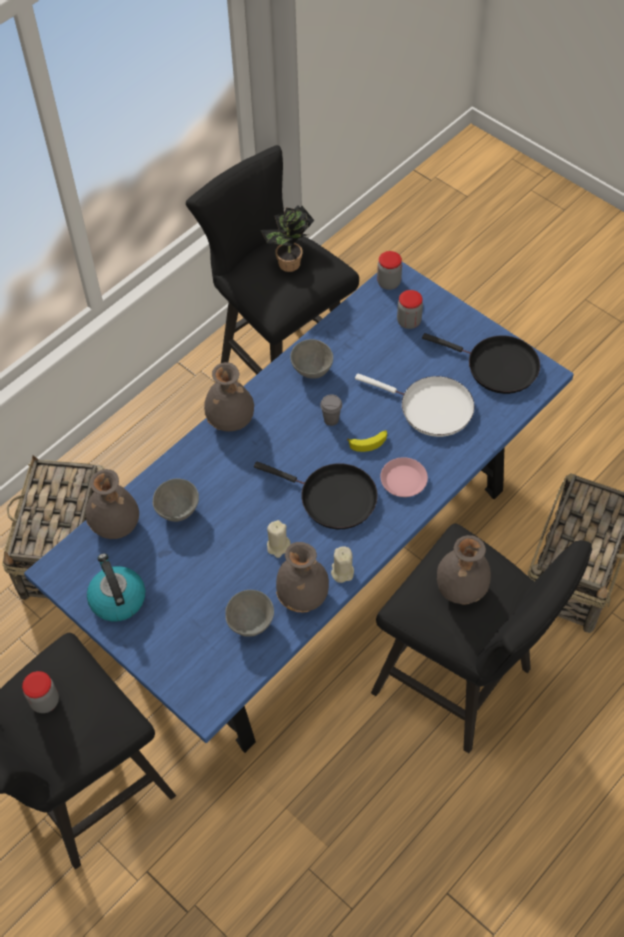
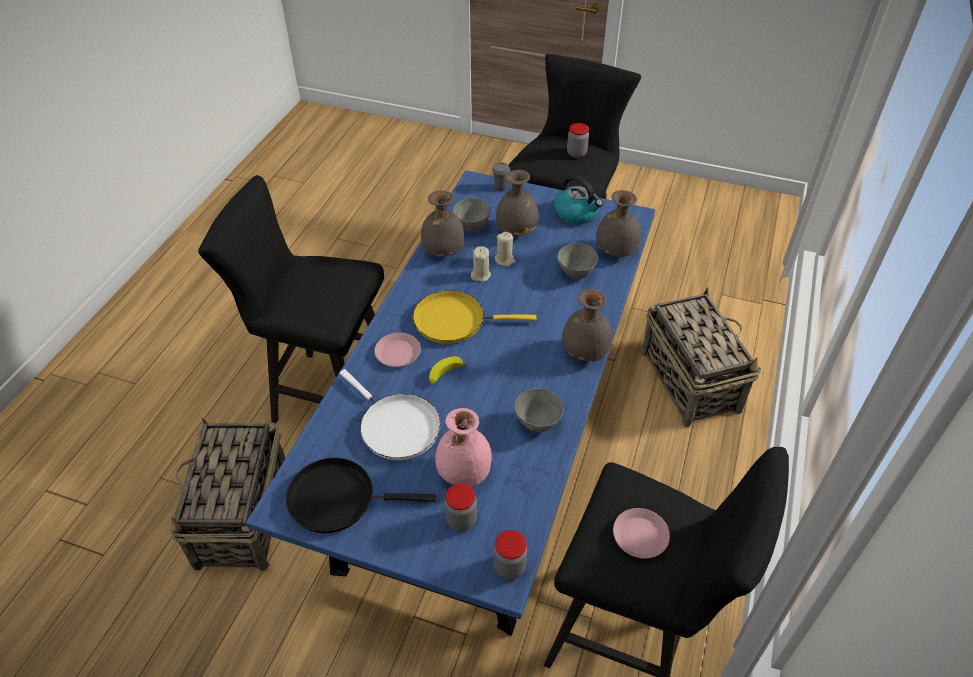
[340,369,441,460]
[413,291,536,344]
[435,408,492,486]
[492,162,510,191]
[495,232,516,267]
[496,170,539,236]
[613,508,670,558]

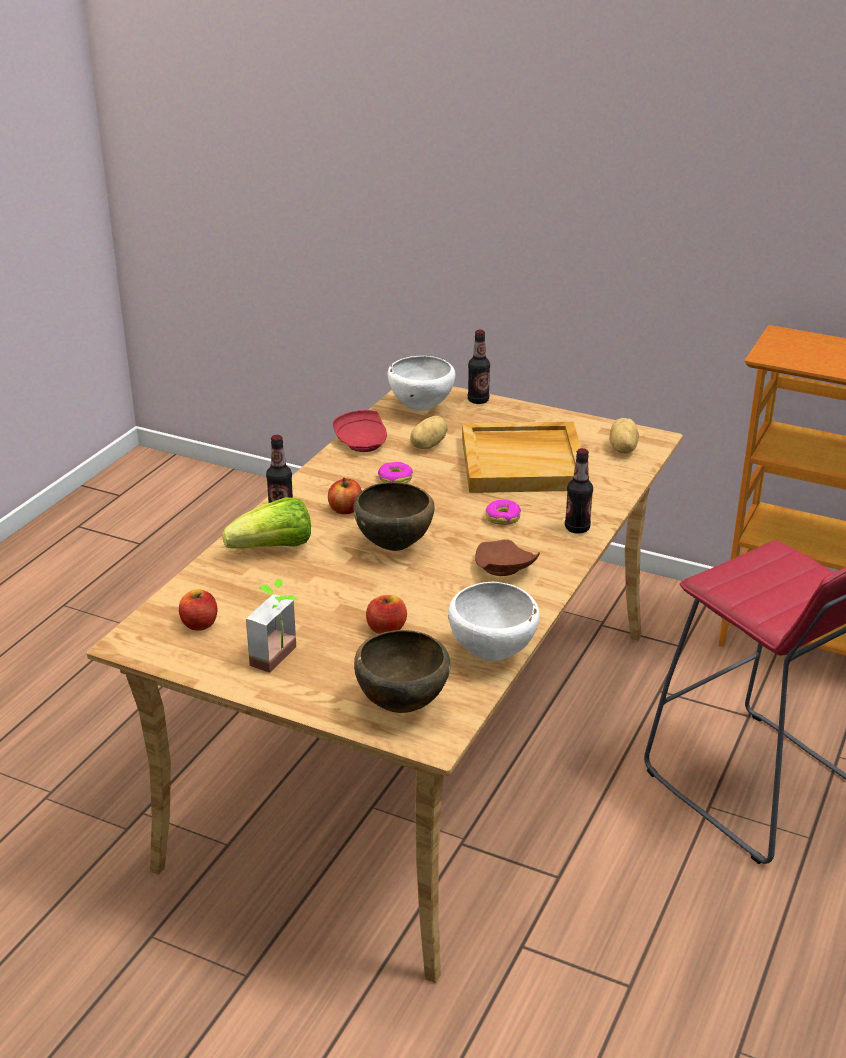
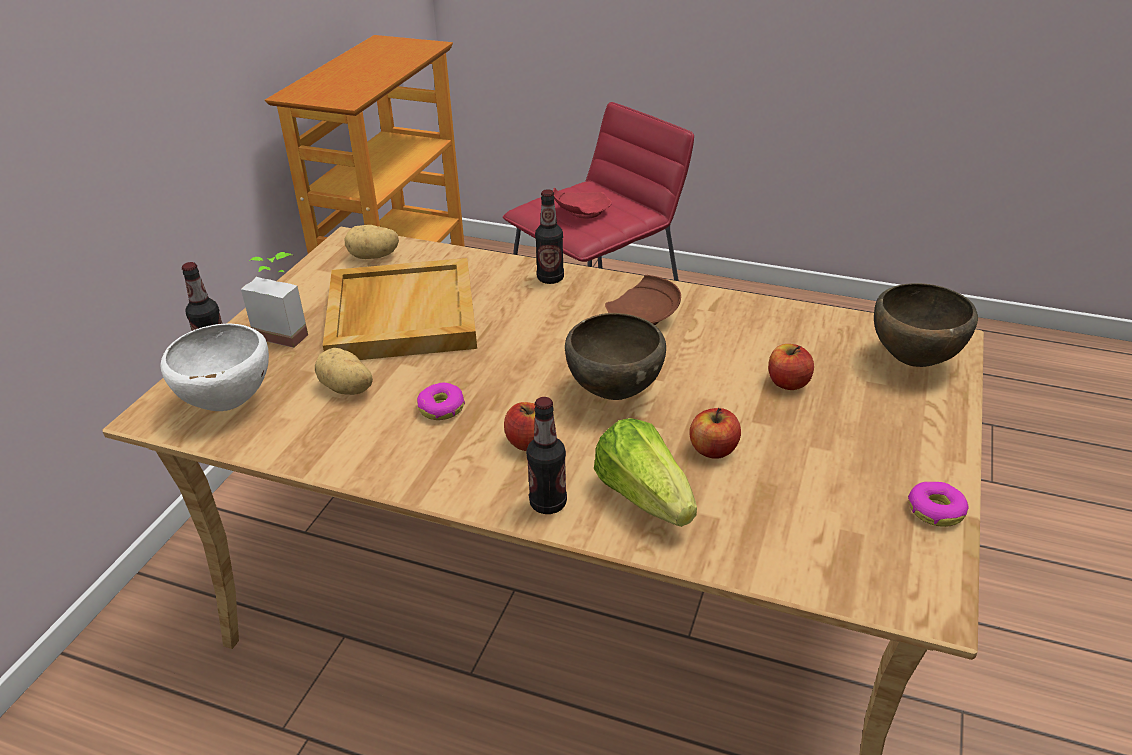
[241,252,308,348]
[553,188,612,219]
[689,408,741,458]
[908,482,969,527]
[448,582,539,661] (first image)

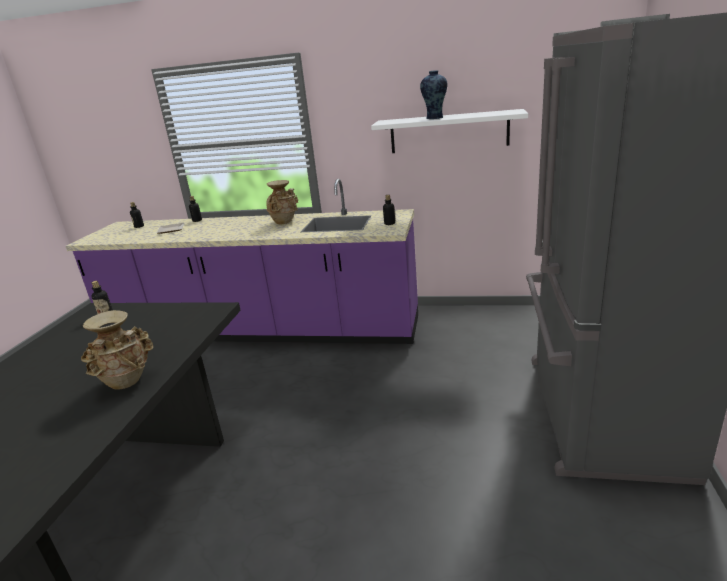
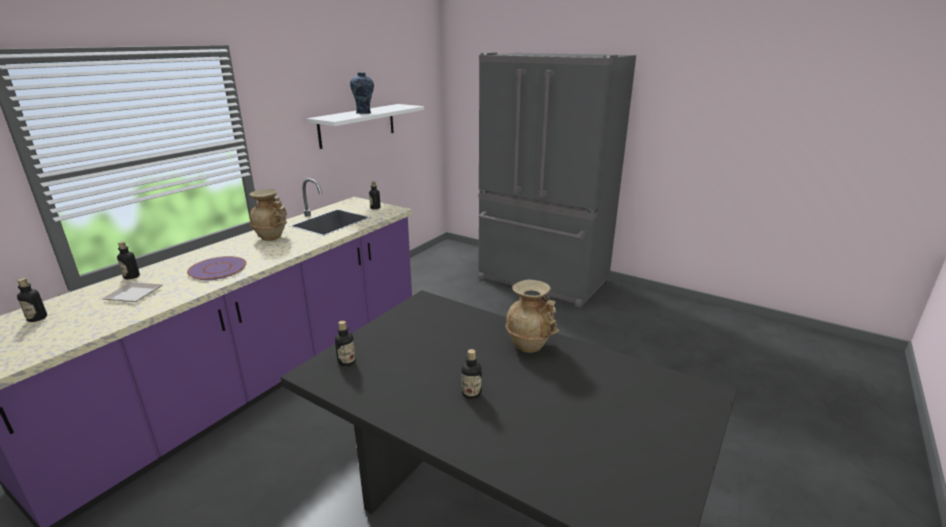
[187,256,246,280]
[462,349,482,399]

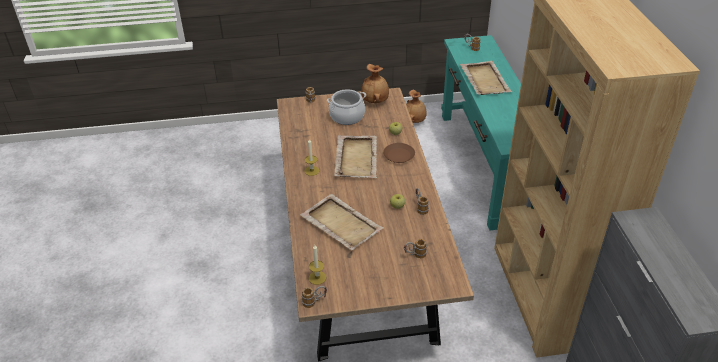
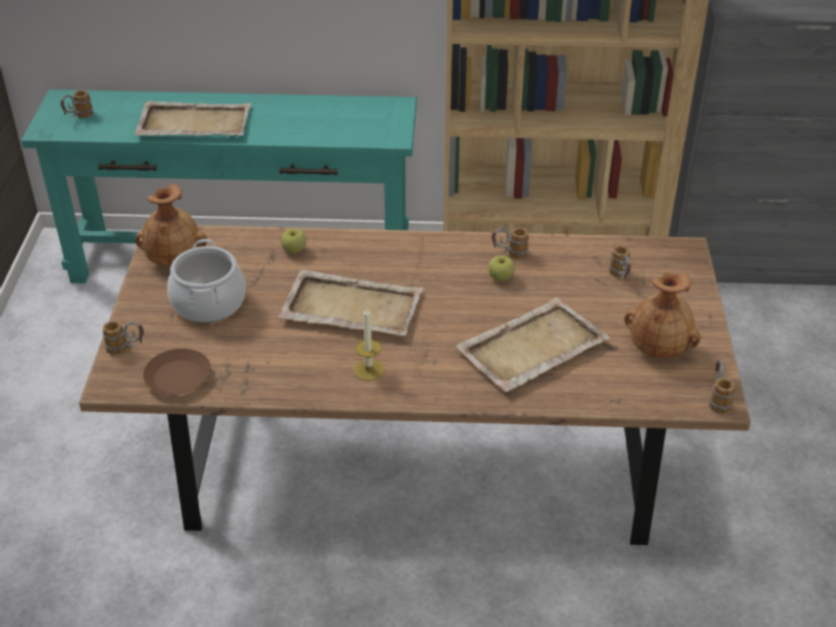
[143,348,211,395]
[624,272,701,358]
[309,245,326,285] (first image)

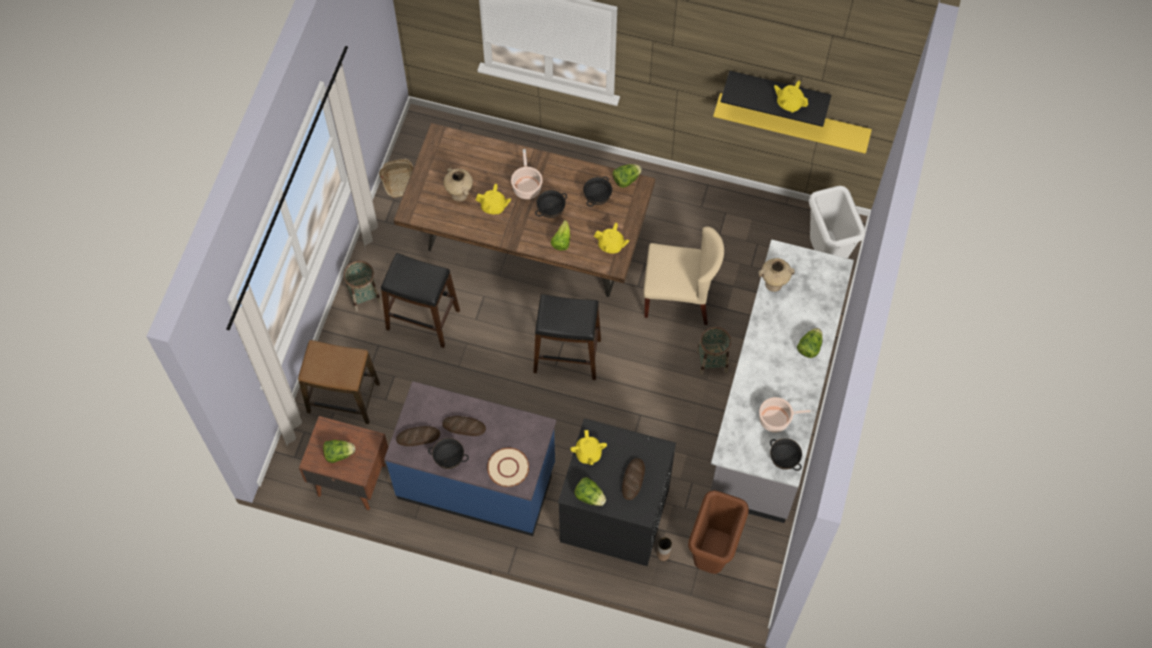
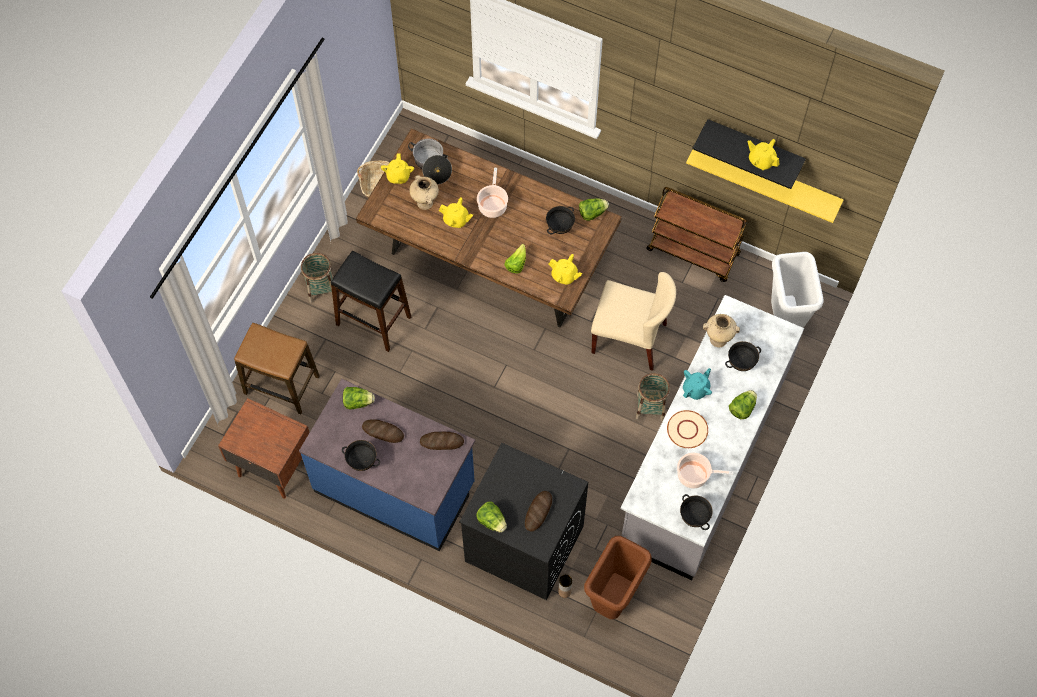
[343,387,375,409]
[381,153,414,184]
[408,138,452,184]
[420,432,464,450]
[646,187,748,282]
[667,410,708,448]
[683,368,712,400]
[725,341,761,371]
[533,294,601,380] (first image)

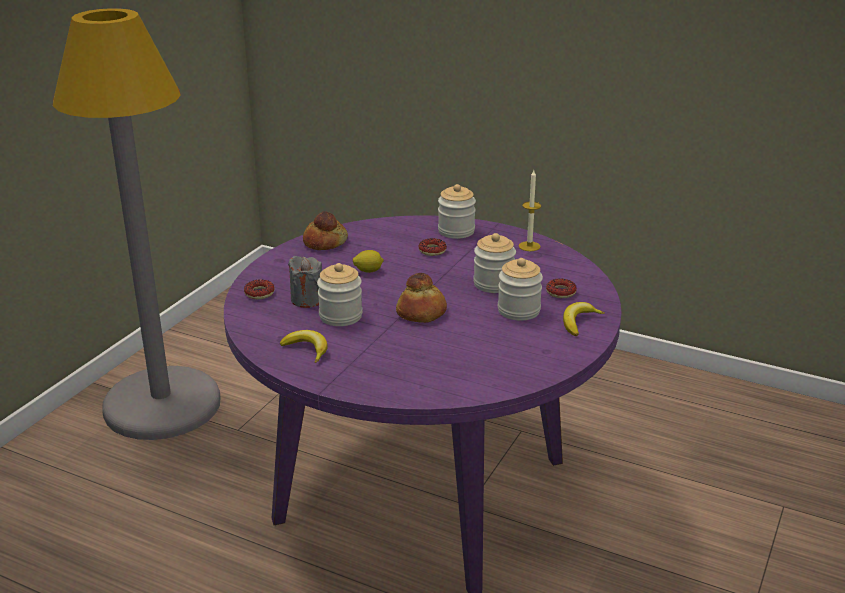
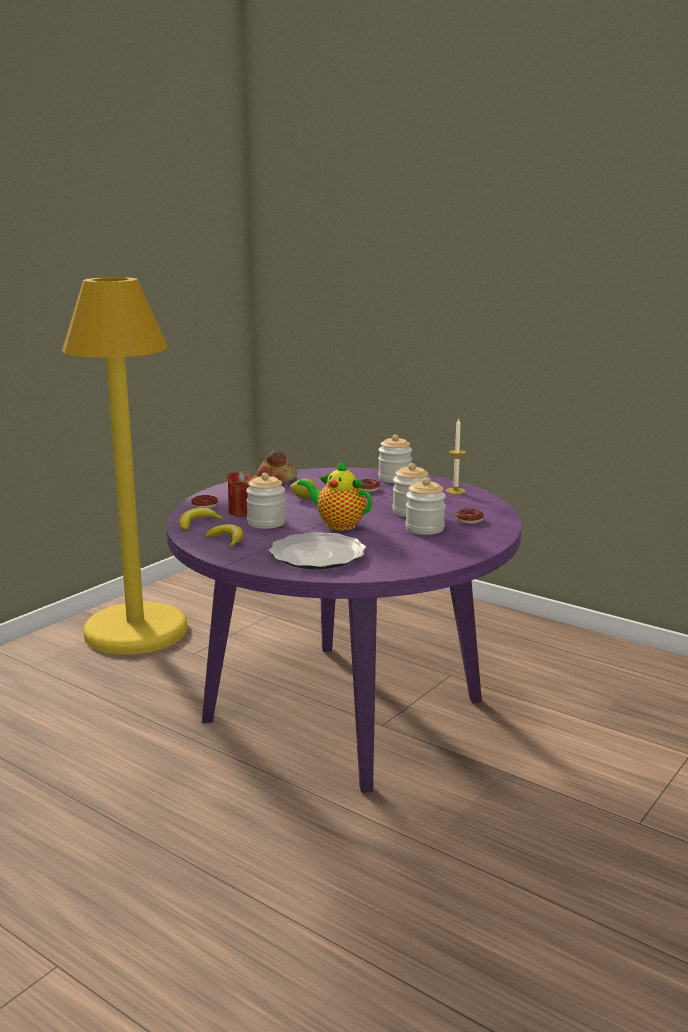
[62,277,188,654]
[179,508,225,531]
[227,471,256,516]
[269,532,366,569]
[297,460,372,530]

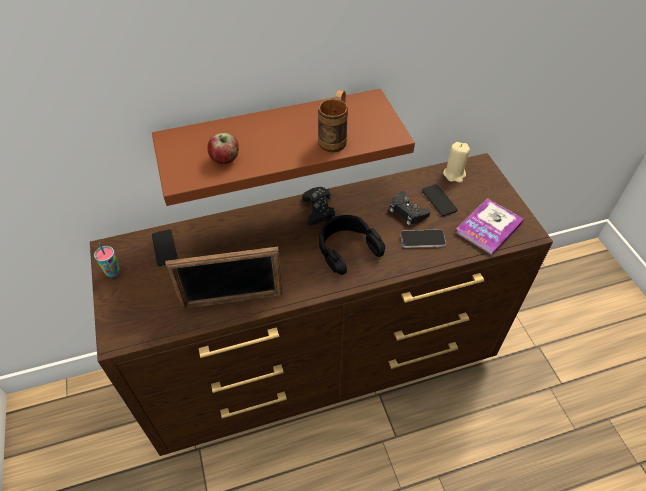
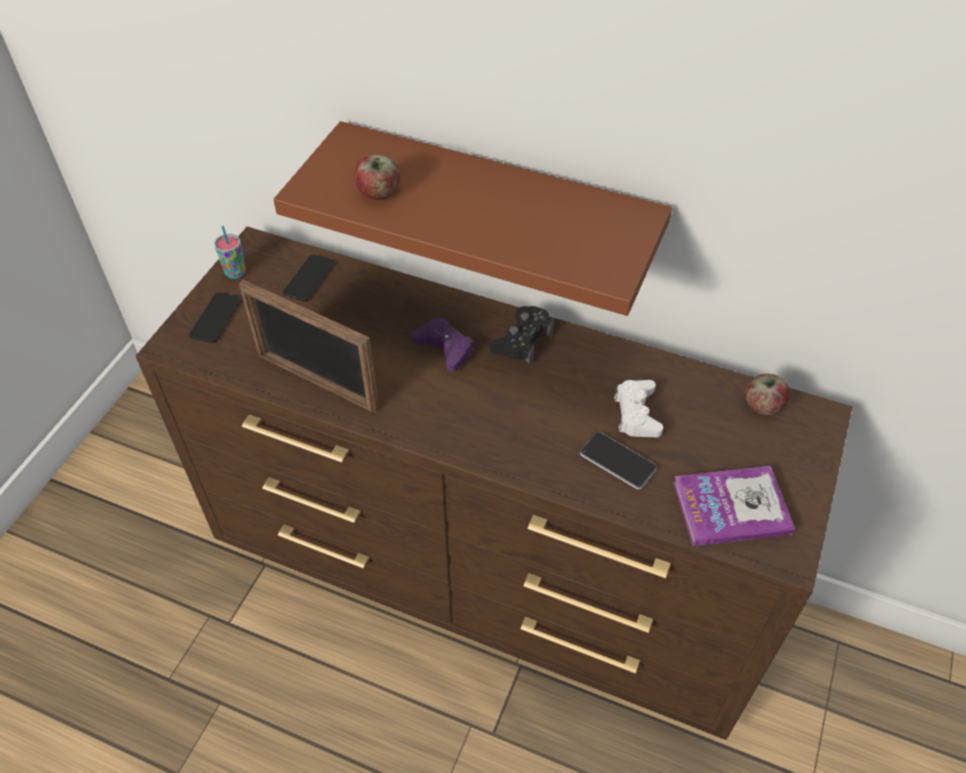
[189,292,241,343]
[412,317,473,372]
[614,380,663,437]
[745,374,790,415]
[318,90,348,153] (first image)
[319,215,385,275] (first image)

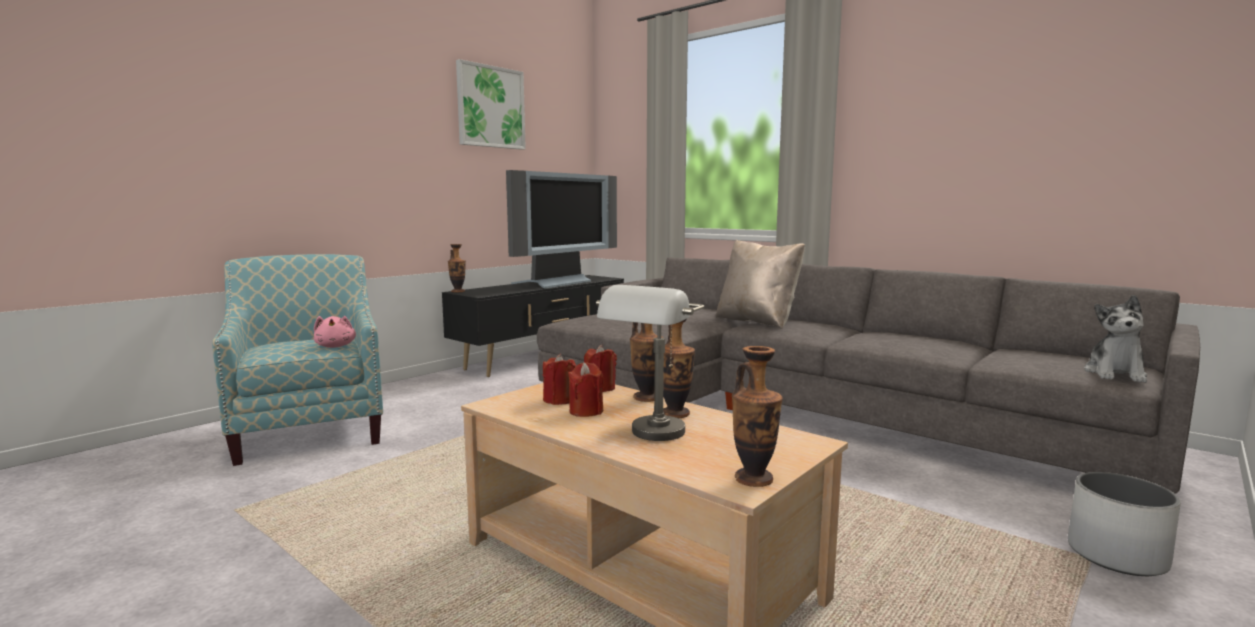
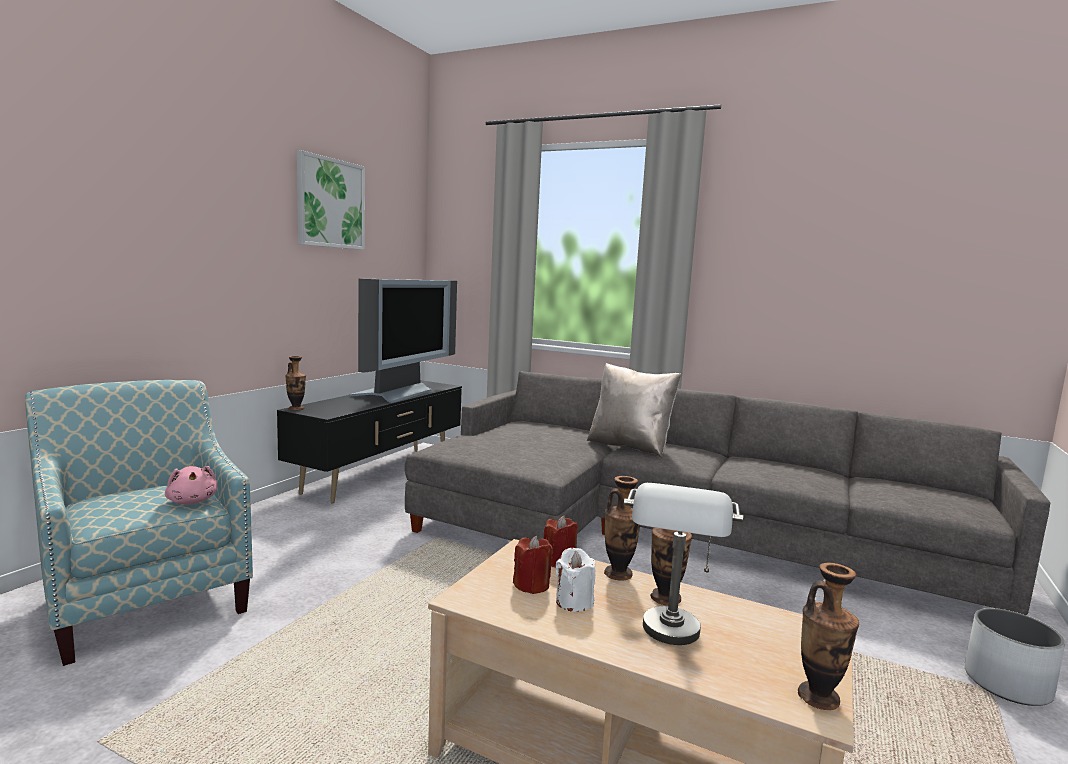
[556,548,596,612]
[1084,295,1147,383] (first image)

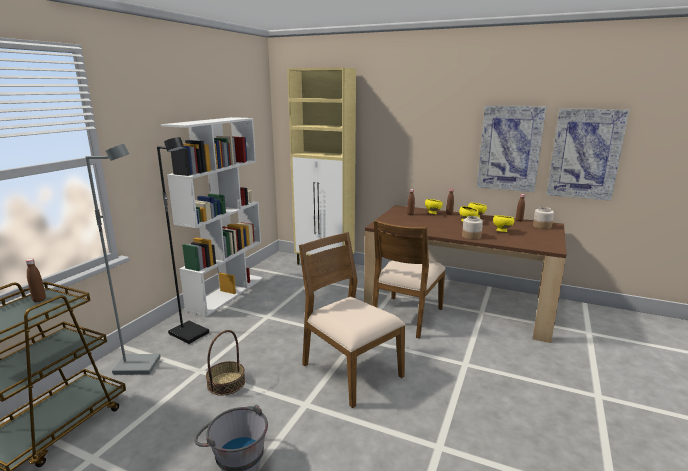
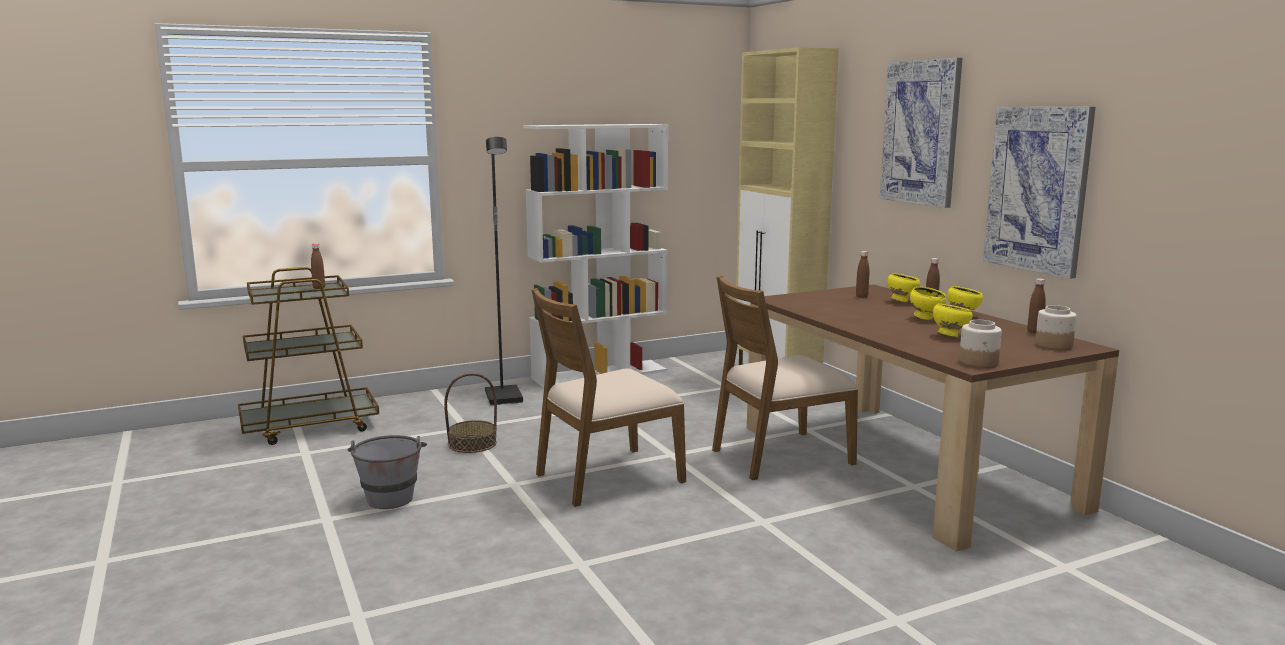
[532,288,686,507]
[880,58,962,208]
[959,320,1002,367]
[85,144,161,375] (first image)

